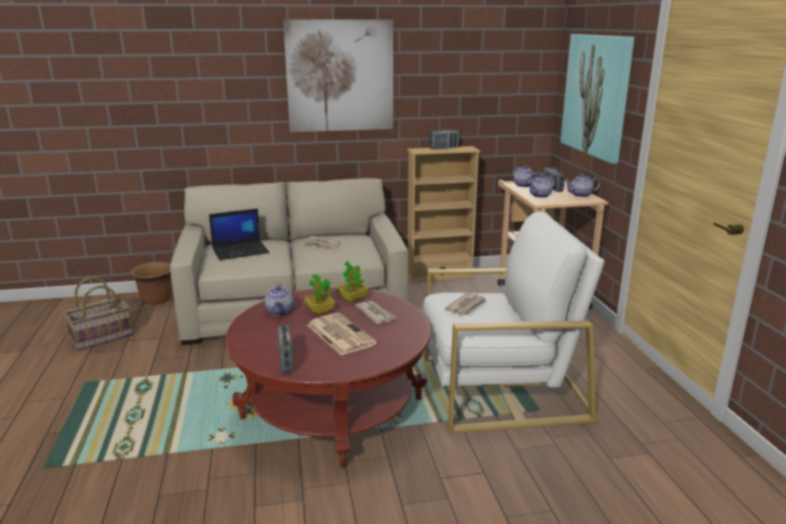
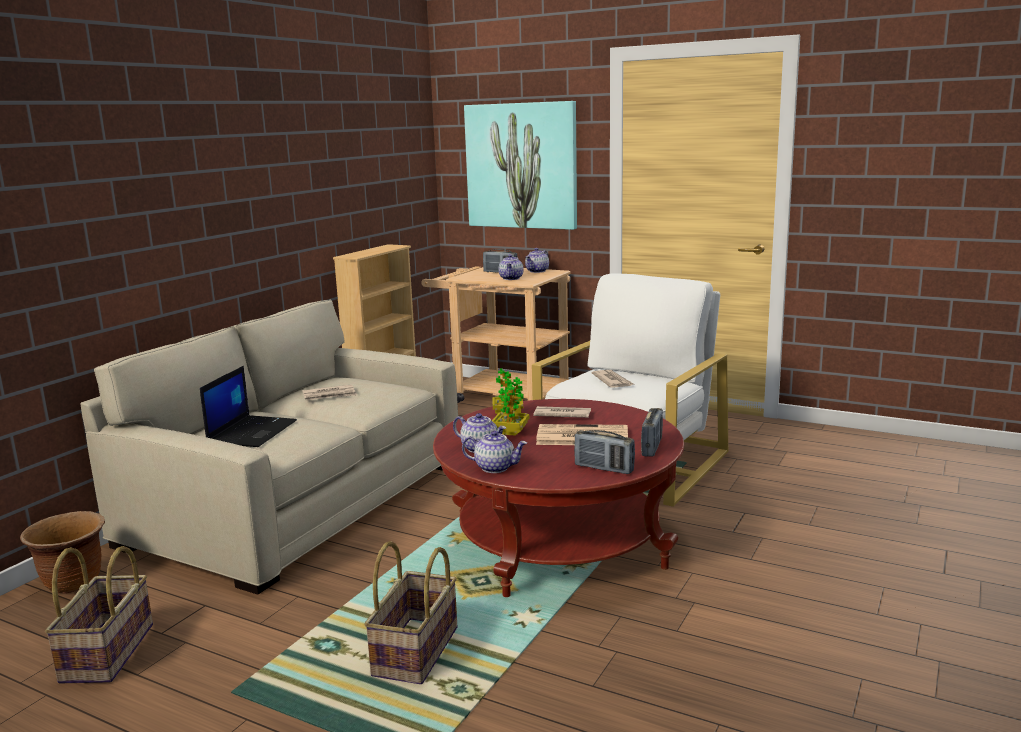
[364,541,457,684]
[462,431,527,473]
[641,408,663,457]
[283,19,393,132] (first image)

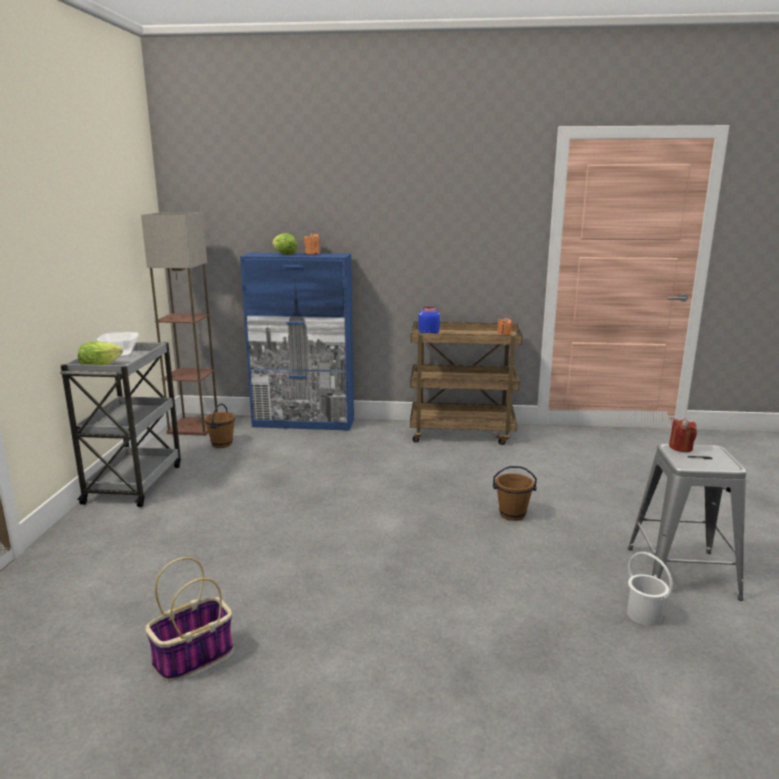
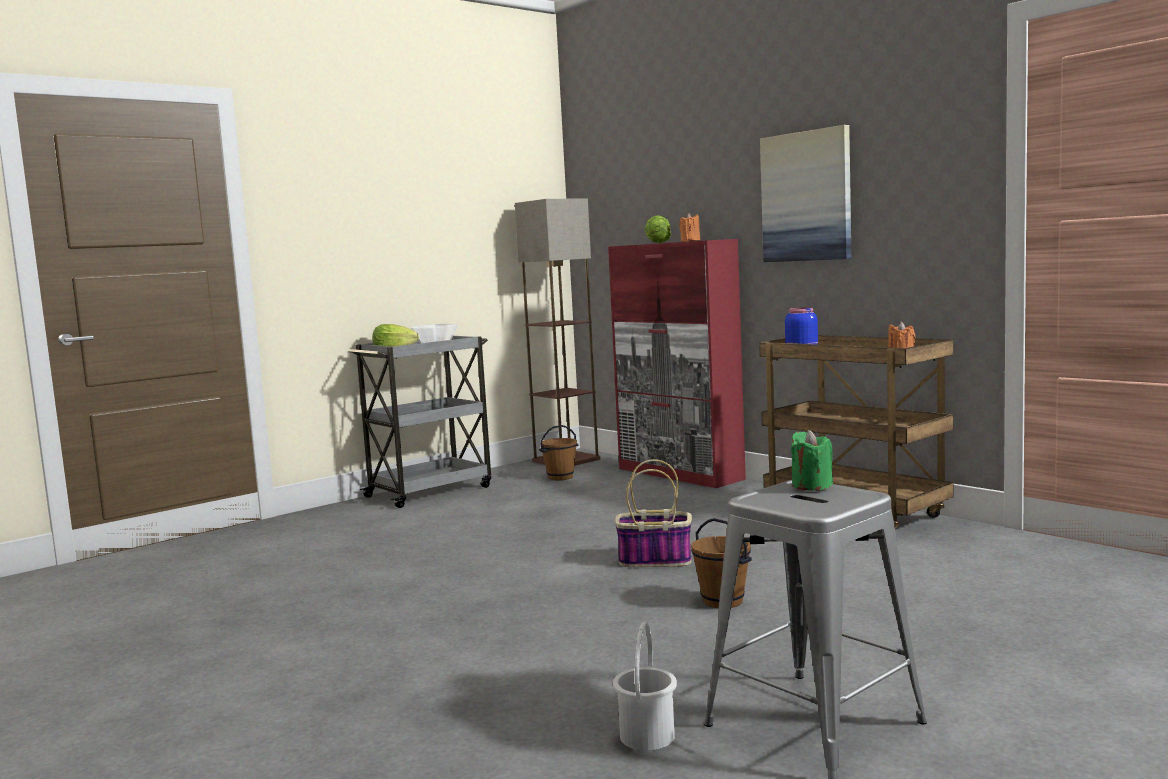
[608,239,746,488]
[615,459,692,567]
[760,125,851,262]
[791,430,833,490]

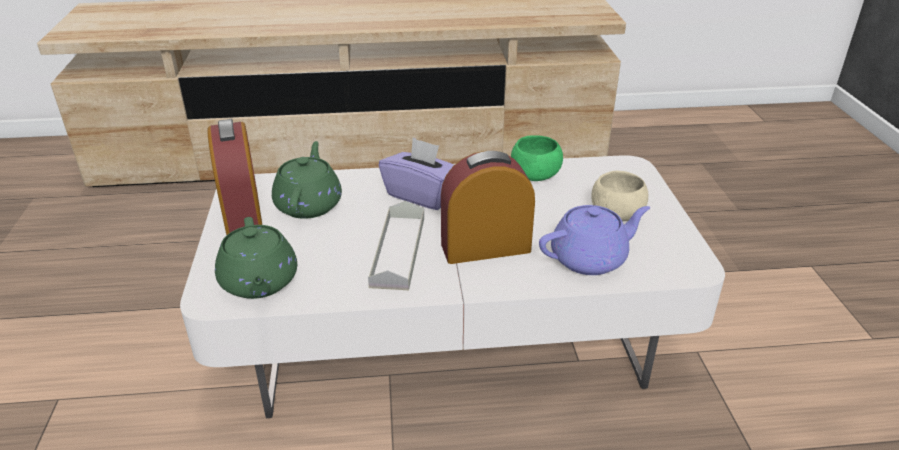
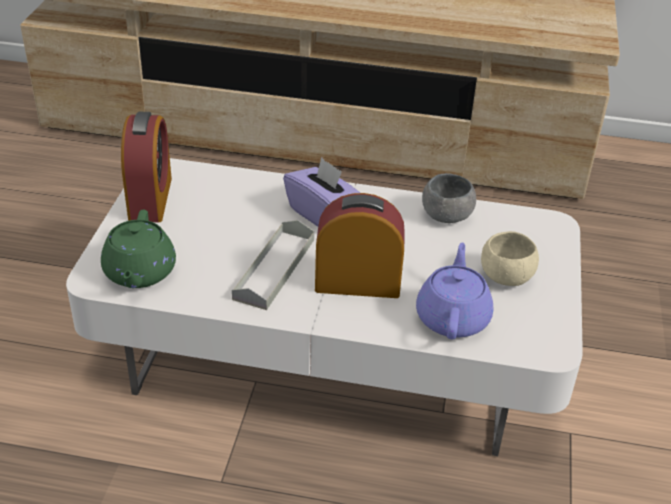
[416,242,493,339]
[422,173,476,223]
[272,141,342,219] (first image)

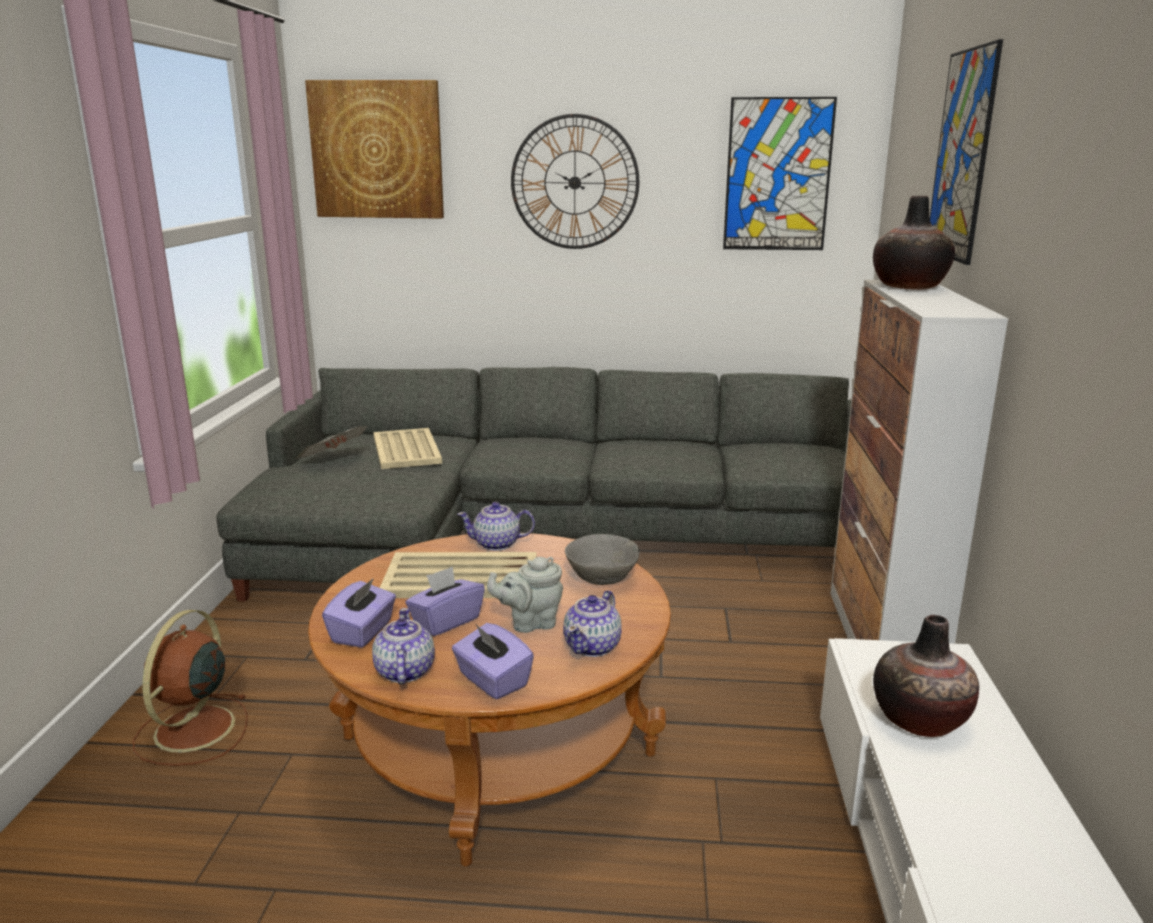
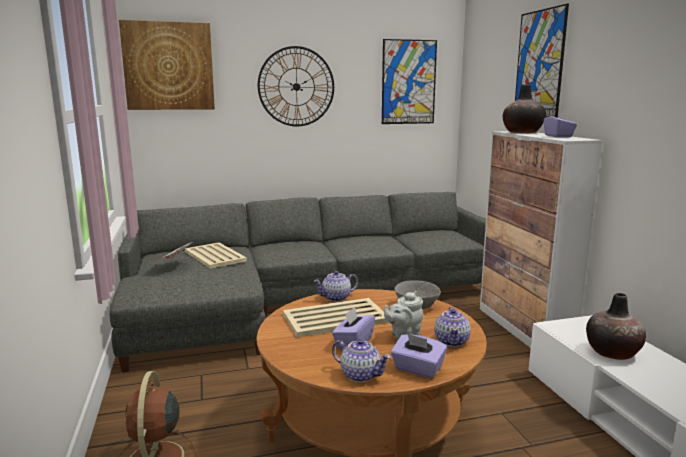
[332,339,391,382]
[544,111,577,137]

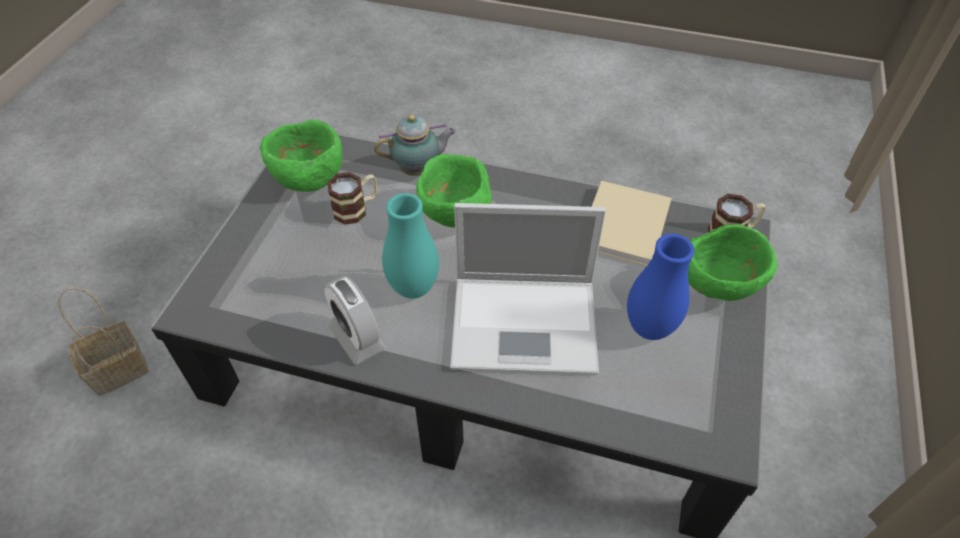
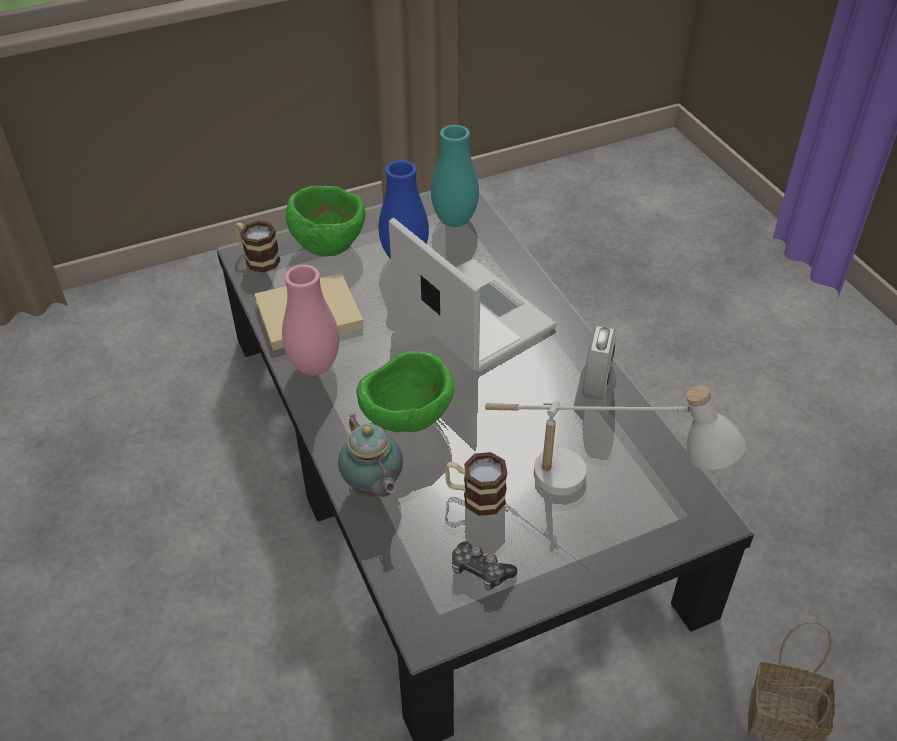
[282,265,339,375]
[338,414,403,497]
[431,125,479,227]
[452,541,517,590]
[485,386,746,495]

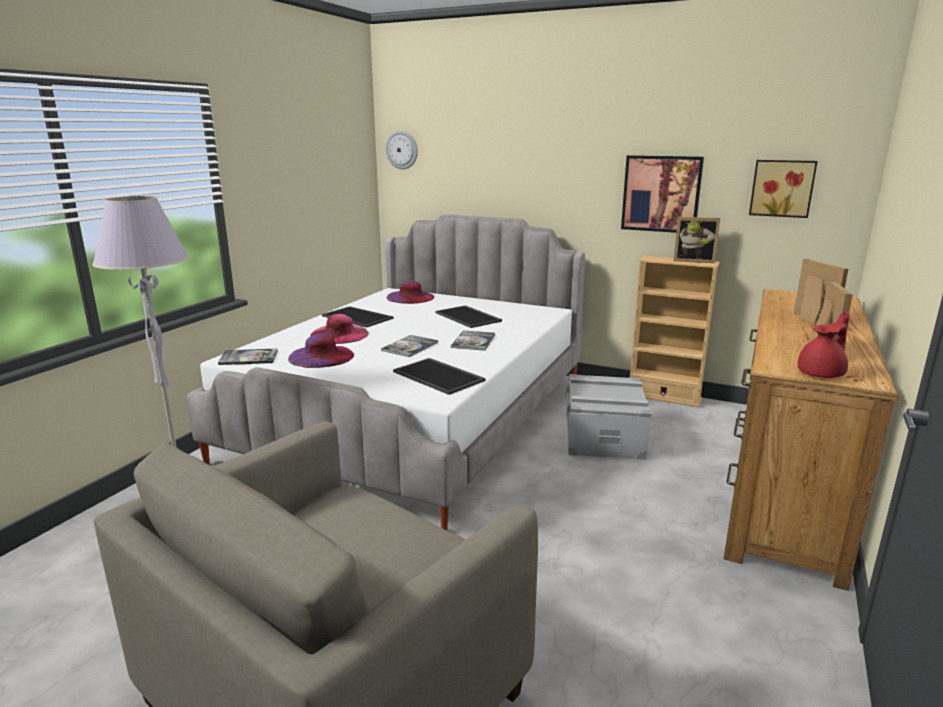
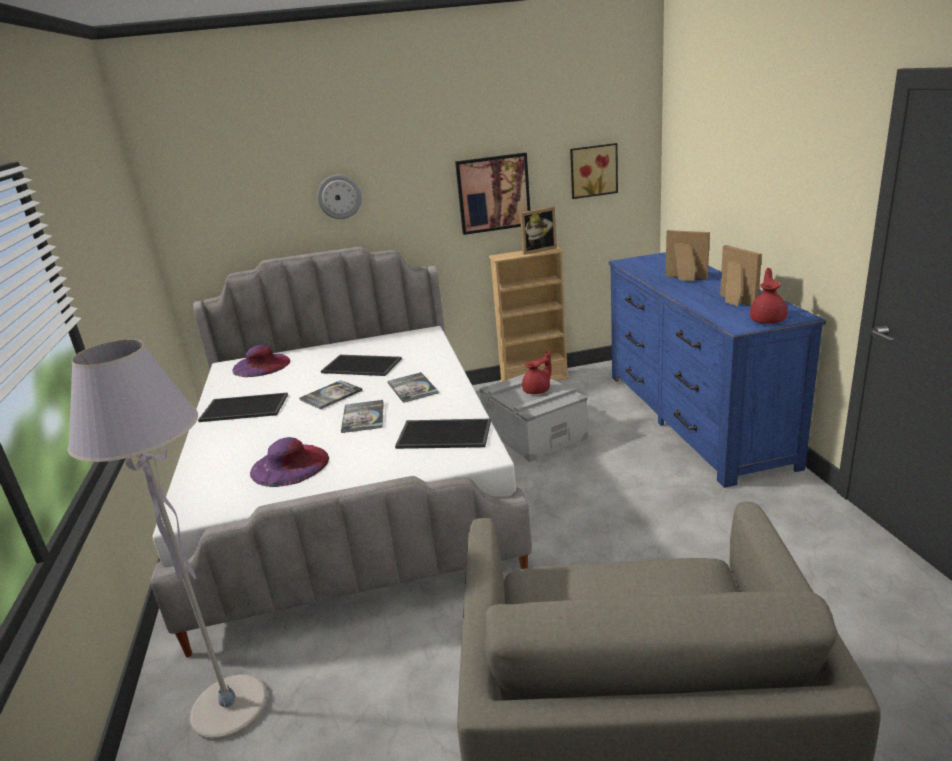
[299,380,363,409]
[317,175,362,219]
[522,350,552,394]
[609,252,826,488]
[310,314,369,344] (first image)

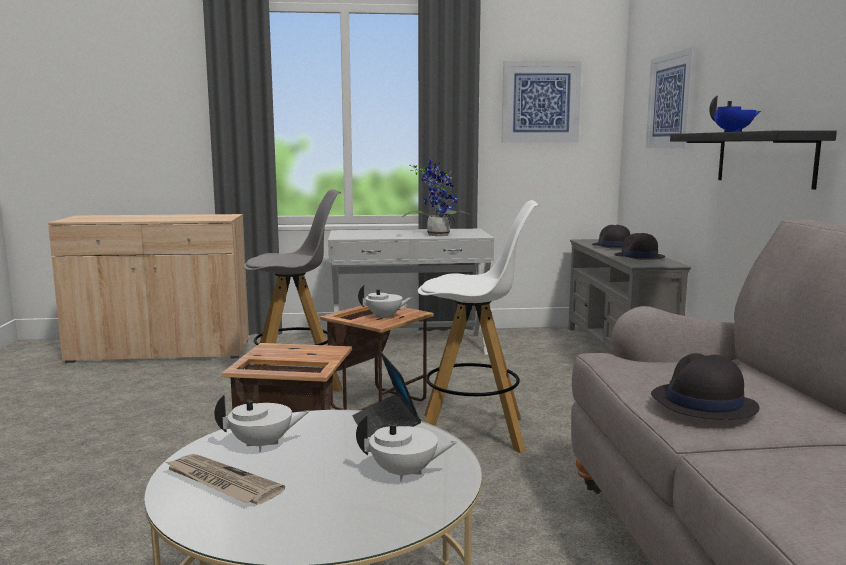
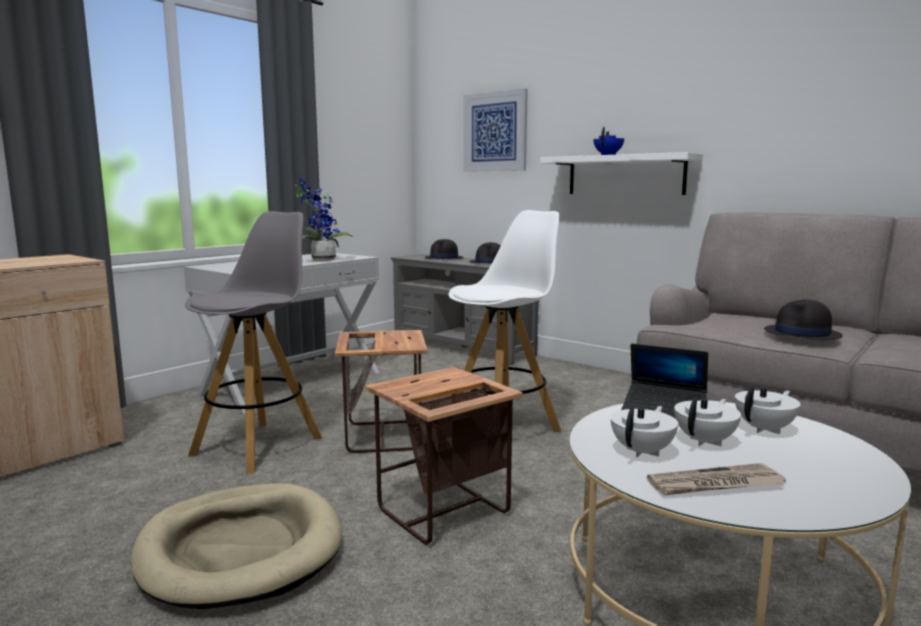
[131,484,342,609]
[541,152,703,195]
[674,397,741,446]
[502,61,582,143] (first image)

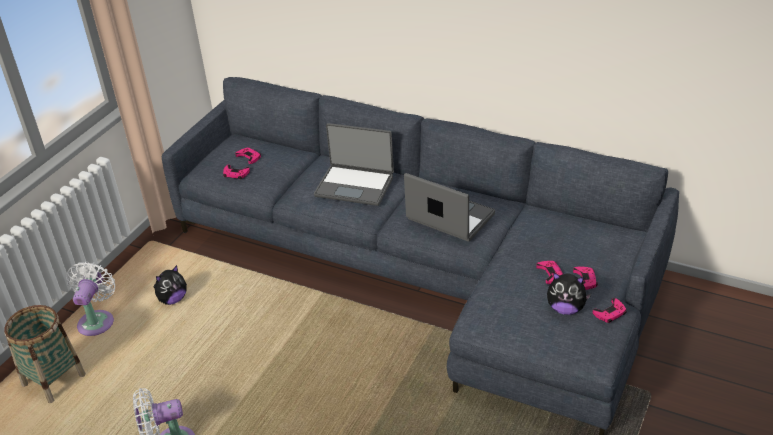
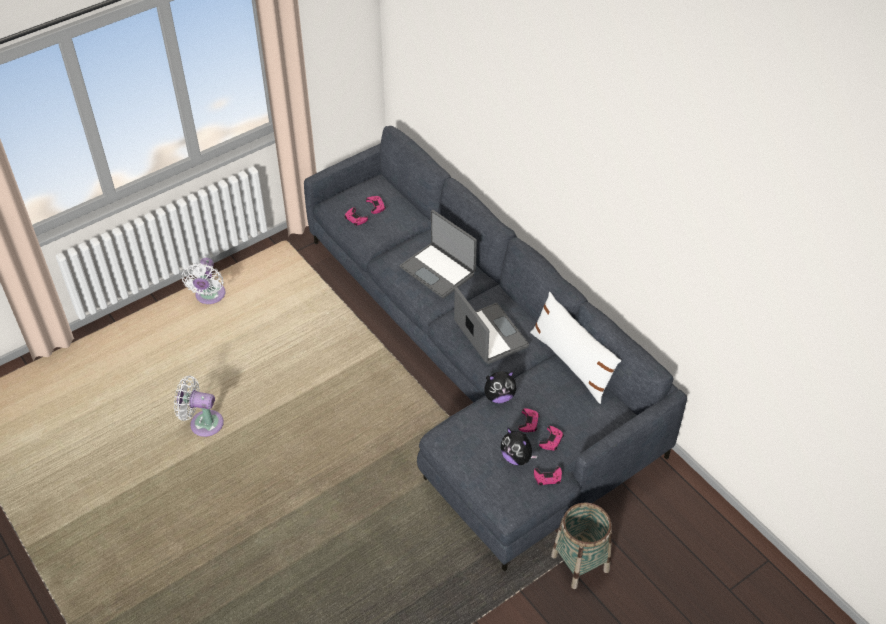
[181,258,226,304]
[484,371,516,403]
[530,292,621,404]
[551,502,612,589]

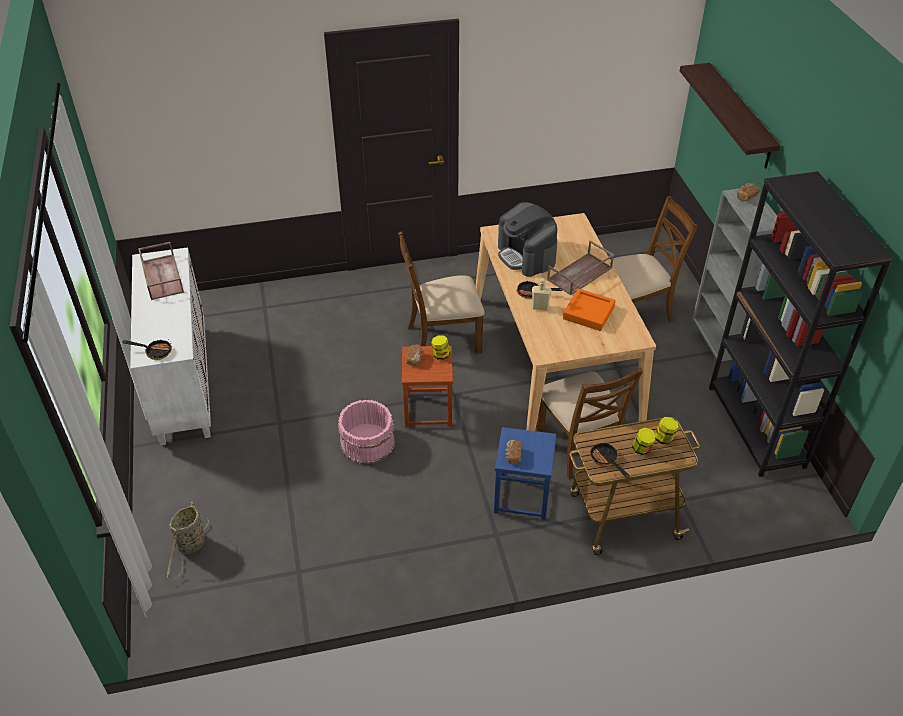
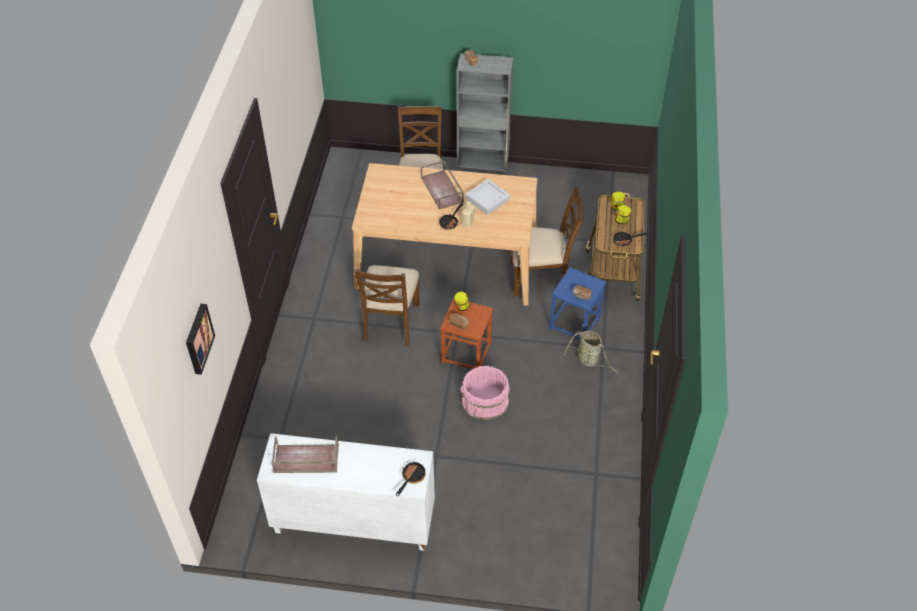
[186,304,215,375]
[466,179,510,215]
[564,331,618,373]
[498,202,557,277] (first image)
[680,63,781,168] (first image)
[709,171,893,477] (first image)

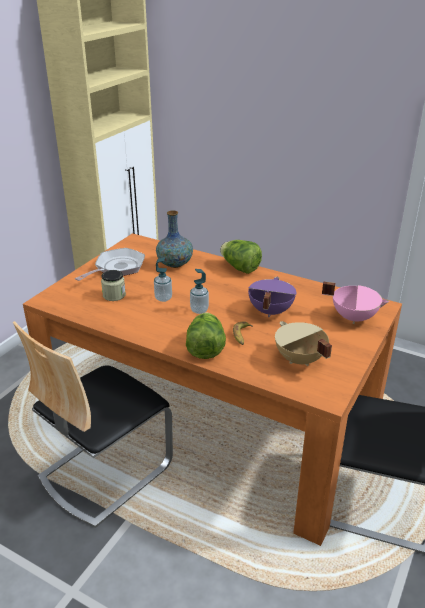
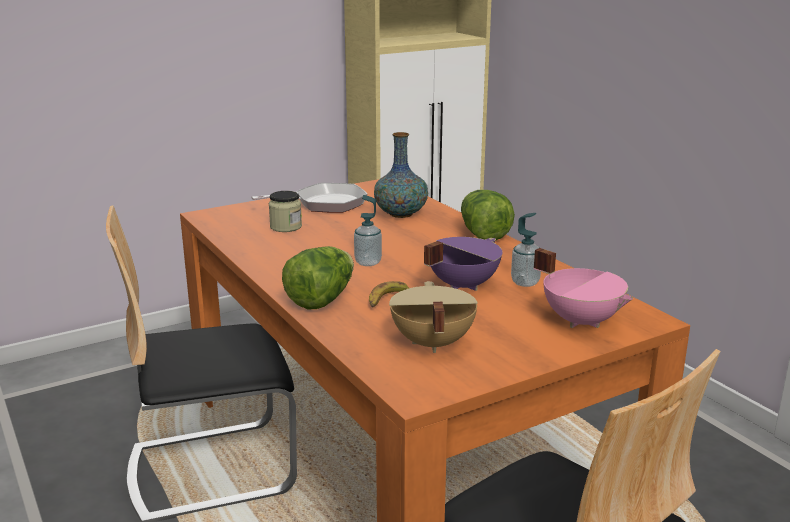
[511,213,541,287]

